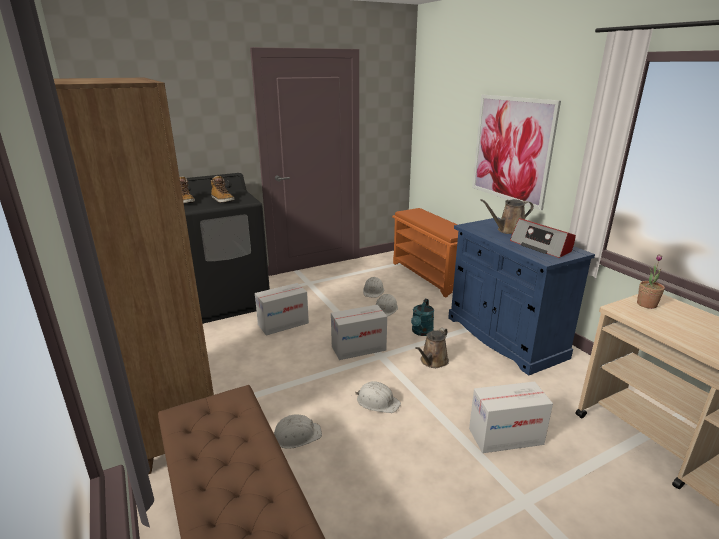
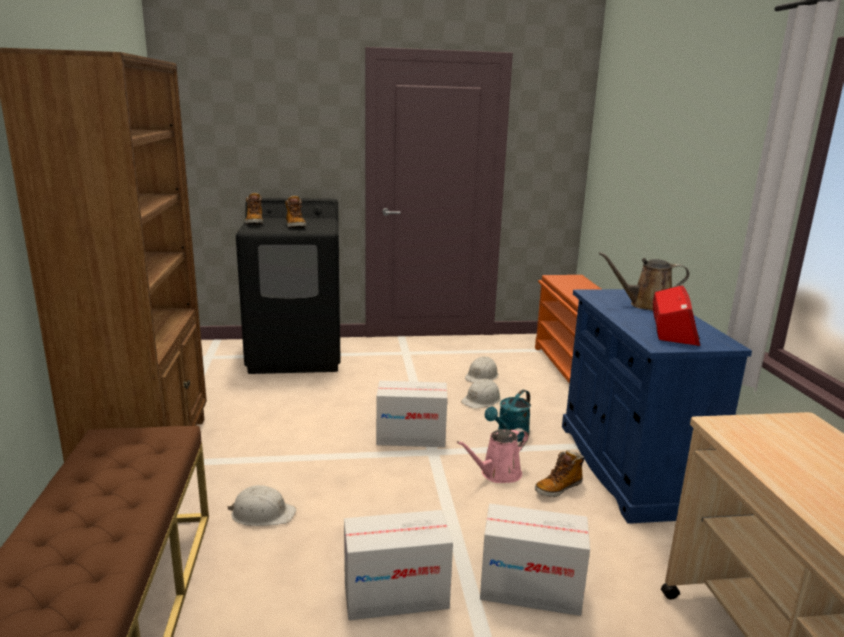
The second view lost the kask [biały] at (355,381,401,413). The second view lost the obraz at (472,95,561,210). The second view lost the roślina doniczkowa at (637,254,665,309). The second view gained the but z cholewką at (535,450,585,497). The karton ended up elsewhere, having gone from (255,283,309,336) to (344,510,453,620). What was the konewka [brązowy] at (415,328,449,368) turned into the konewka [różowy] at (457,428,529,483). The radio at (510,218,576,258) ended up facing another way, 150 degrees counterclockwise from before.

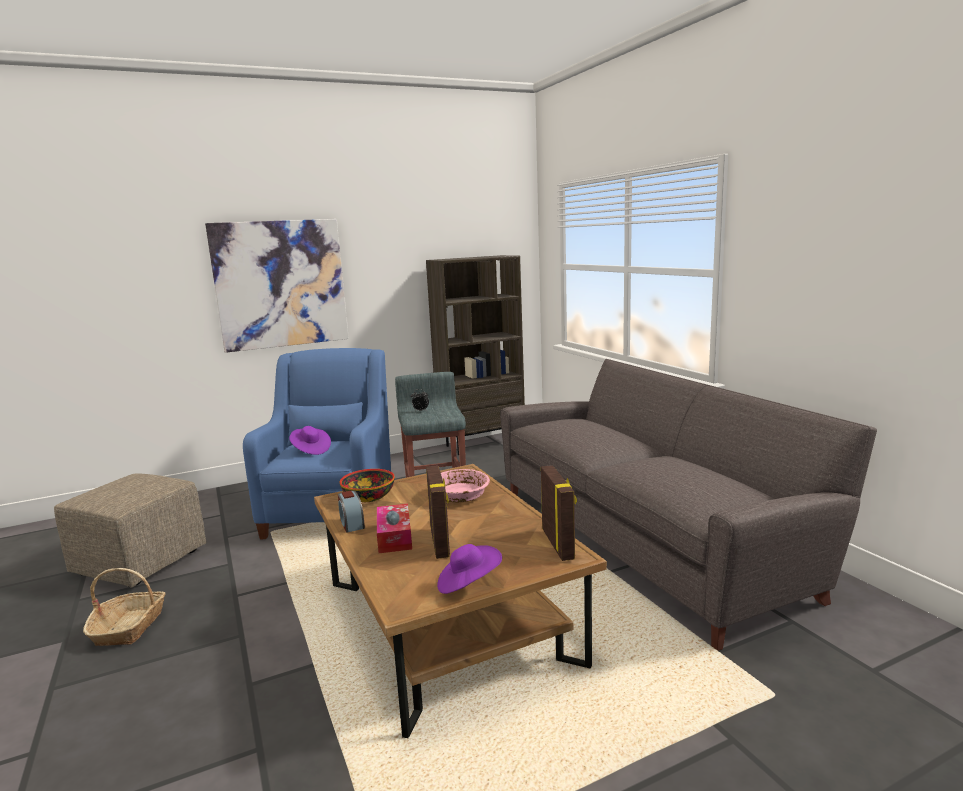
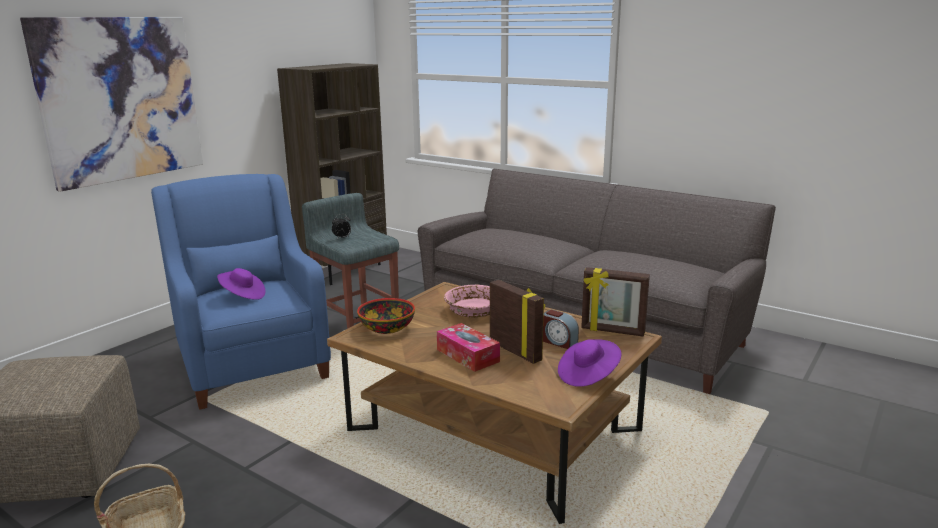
The budzik ended up elsewhere, having gone from (338,491,365,532) to (543,310,579,349). The ramka na zdjęcie at (541,465,577,561) ended up facing another way, 150 degrees clockwise from before.

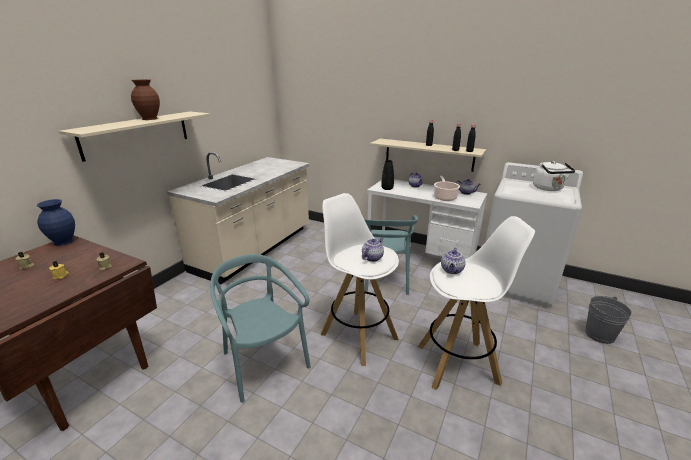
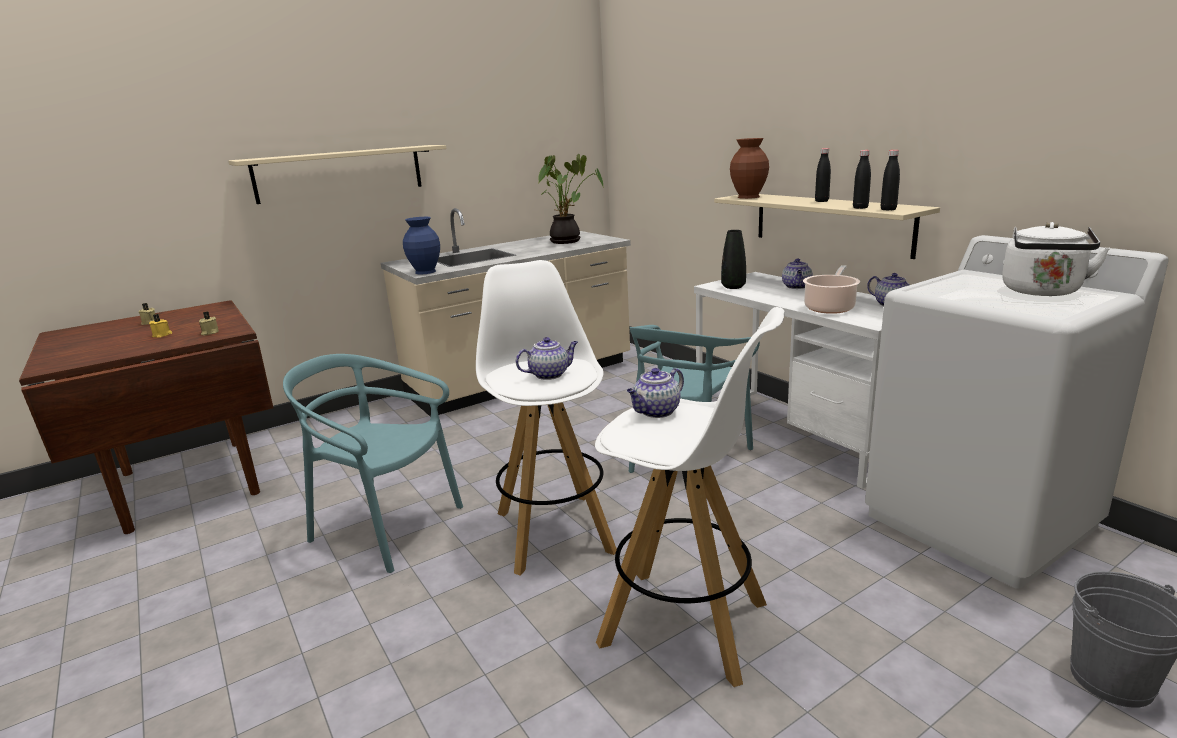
The second view gained the roślina doniczkowa at (538,154,604,244). The wazon [niebieski] ended up elsewhere, having gone from (37,199,75,246) to (403,217,440,274). The wazon [brązowy] ended up elsewhere, having gone from (131,79,160,120) to (730,138,769,199). The krzesło [turkusowy] at (210,254,311,403) ended up facing another way, 60 degrees counterclockwise from before.

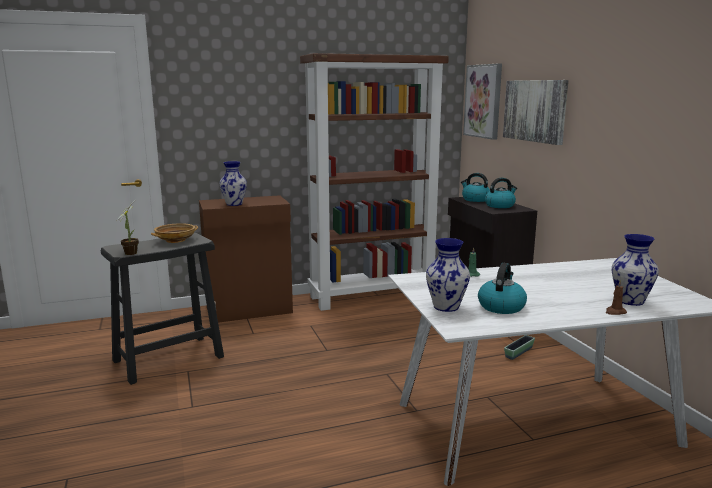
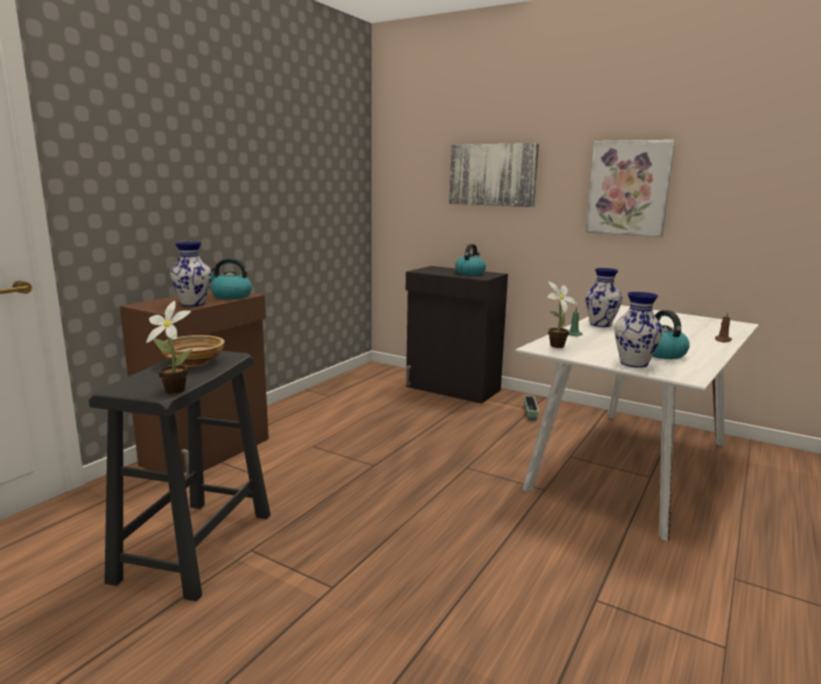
The second view lost the regał [brązowy] at (300,53,449,311). The second view gained the roślina doniczkowa at (547,282,577,348). The czajnik ended up elsewhere, having gone from (461,173,490,202) to (210,258,252,299). The obraz ended up elsewhere, having gone from (463,63,502,140) to (585,140,675,237). The wazon ended up elsewhere, having gone from (612,234,659,306) to (585,268,622,327).

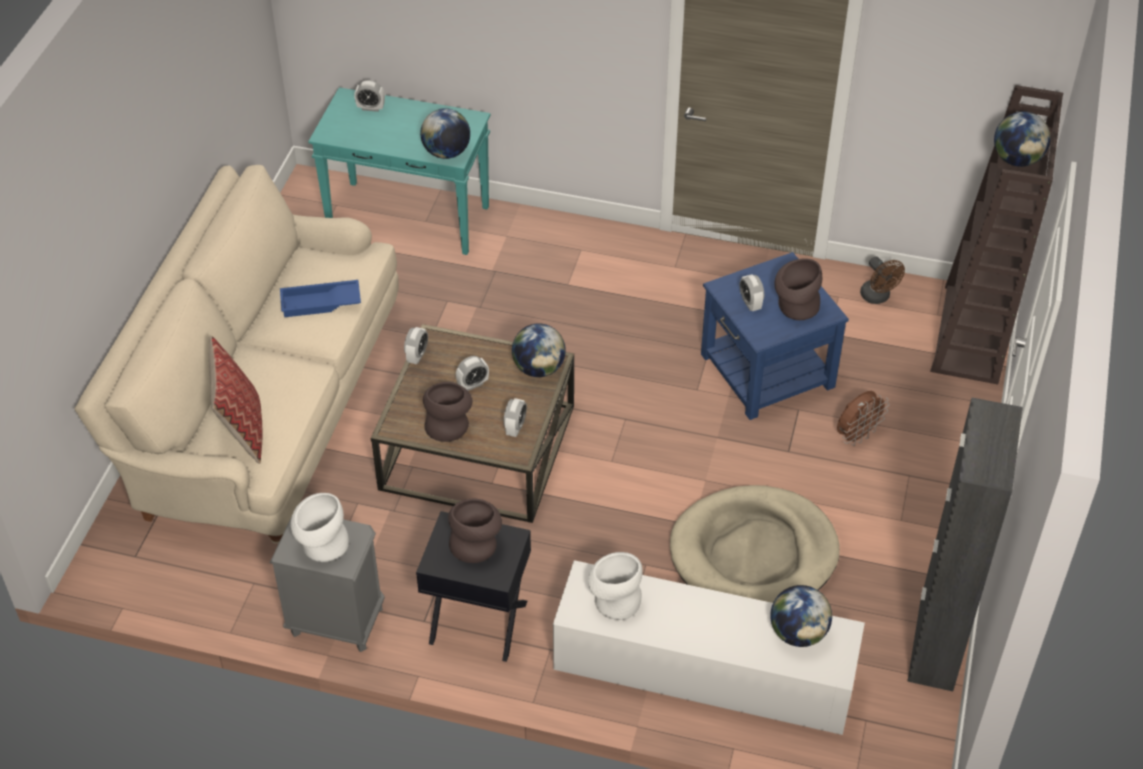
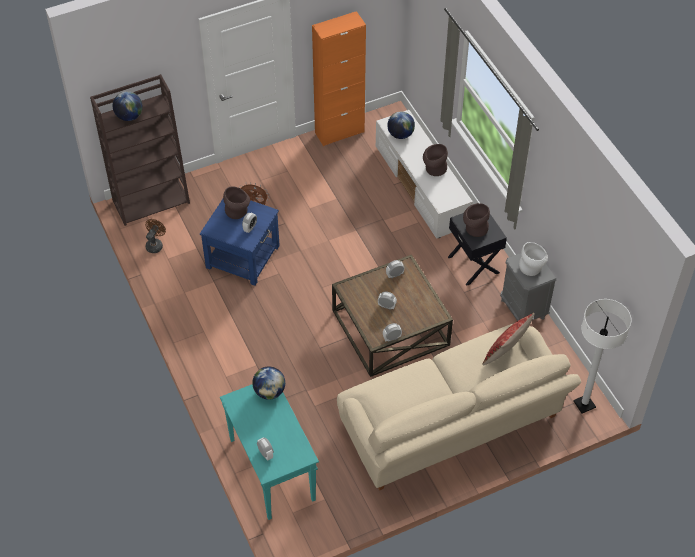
The second view lost the taca [niebieski] at (280,280,361,317). The second view lost the globus at (512,323,566,377). The second view lost the wazon [biały] at (588,552,643,620). The second view lost the legowisko [beżowy] at (670,485,840,603). The second view gained the lampa stojąca [biały] at (573,299,631,413). The wazon [brązowy] ended up elsewhere, having gone from (423,382,472,442) to (423,144,448,176). What was the szafka [czarny] at (907,398,1023,691) turned into the szafka [pomarańczowy] at (312,11,366,146).

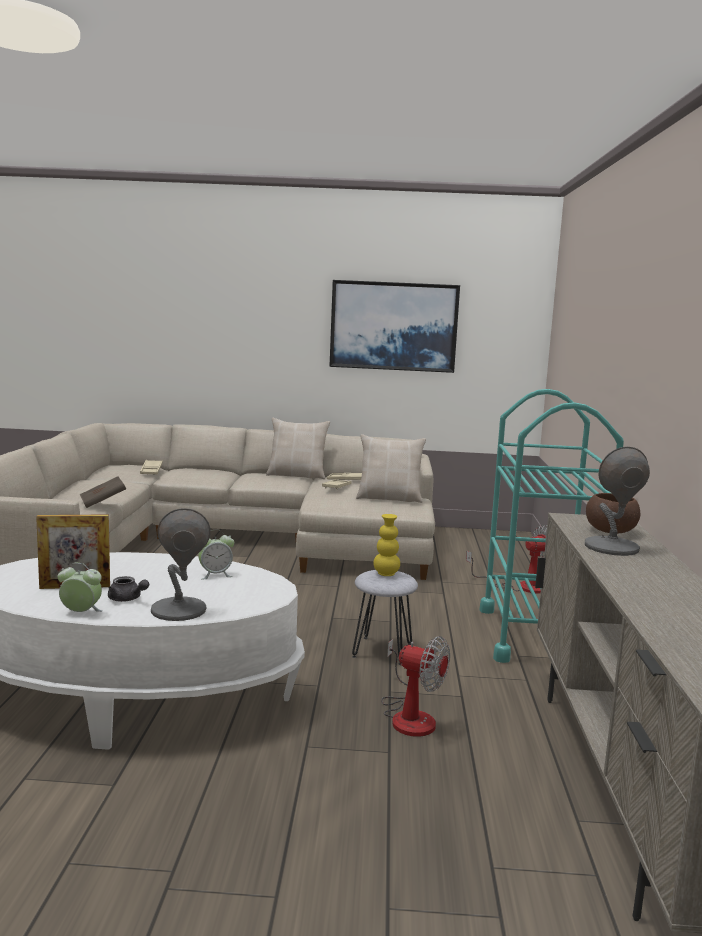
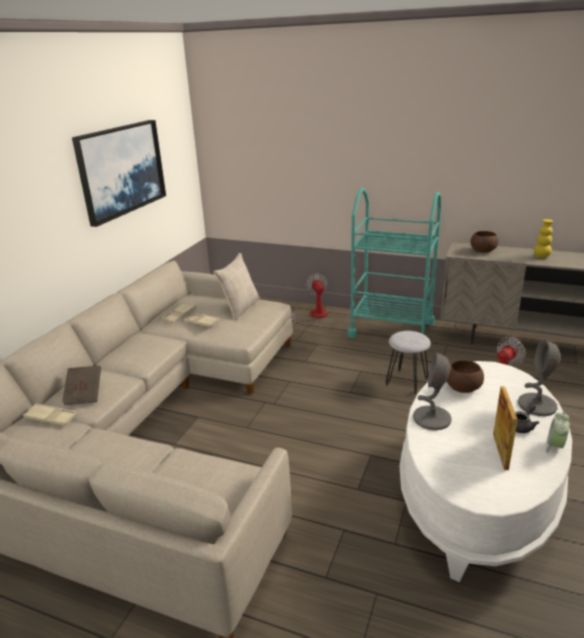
The second view lost the poduszka [beżowy] at (266,418,330,479). The książka [brązowy] ended up elsewhere, having gone from (80,476,126,508) to (62,366,101,405). The wazon [żółty] ended up elsewhere, having gone from (373,514,400,576) to (534,219,553,258). The lampa stołowa [szary] ended up elsewhere, having gone from (585,447,650,556) to (413,351,452,430). Where the budzik stood at (198,530,234,579), the miska [brązowy] came to stand at (447,360,484,393).

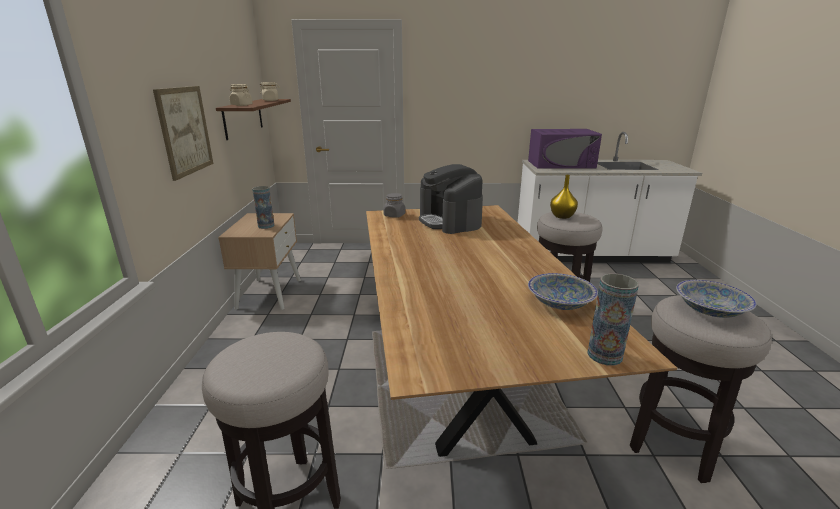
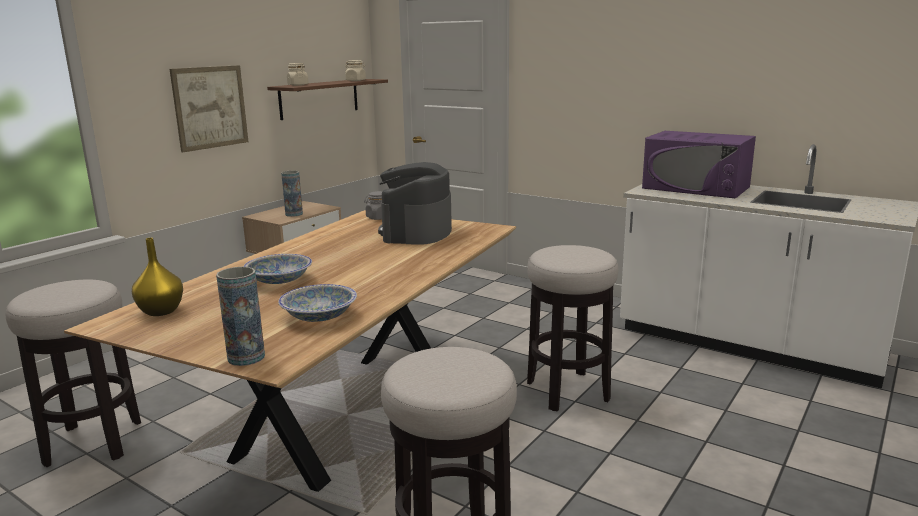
The wazon [żółty] ended up elsewhere, having gone from (550,175,578,219) to (132,238,183,316). The miska ended up elsewhere, having gone from (676,280,756,318) to (243,254,312,284).

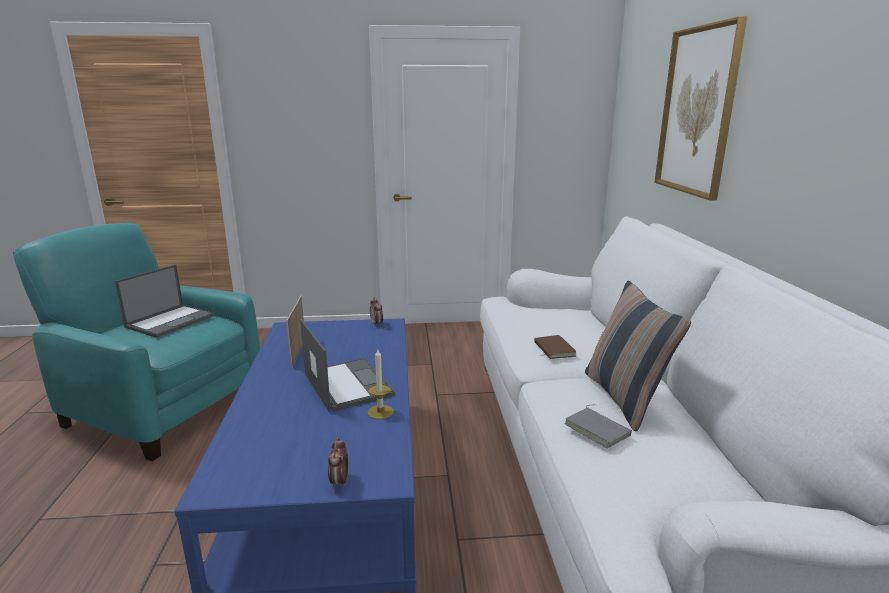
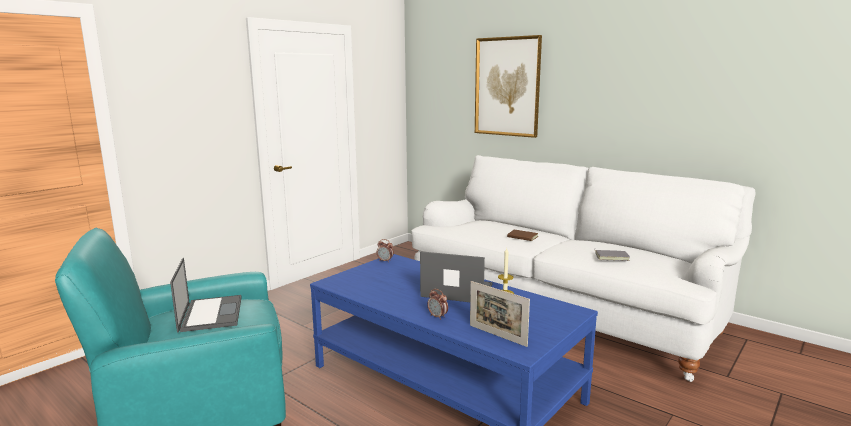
The second view lost the poduszka at (585,280,691,432). The ramka na zdjęcie ended up elsewhere, having gone from (286,296,304,368) to (470,281,530,347). The budzik ended up elsewhere, having gone from (328,438,348,489) to (427,289,448,320).

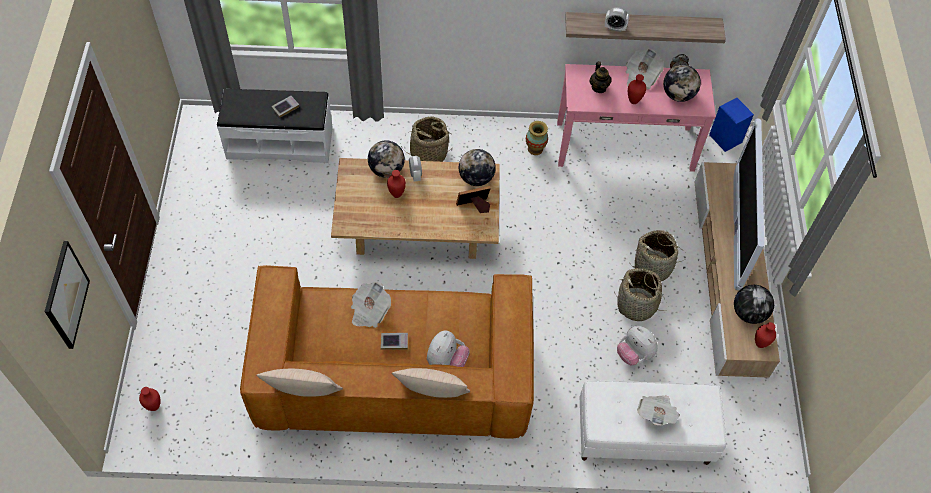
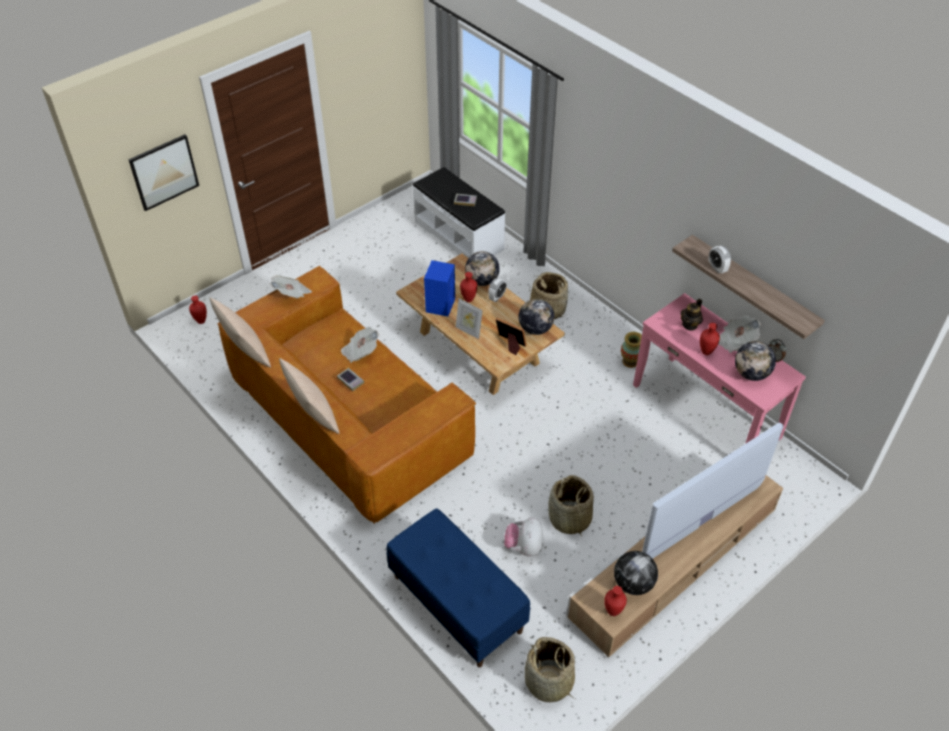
The second view lost the pluszak at (427,331,470,367). The second view gained the ramka na zdjęcie at (456,299,483,339). The koszyk ended up elsewhere, having gone from (629,230,684,281) to (525,637,576,703). The gazeta ended up elsewhere, having gone from (637,395,680,425) to (270,275,312,298). The głośnik [niebieski] ended up elsewhere, having gone from (709,98,754,152) to (424,260,455,316). What was the ławka [biały] at (580,380,726,465) turned into the ławka [niebieski] at (386,508,530,667).

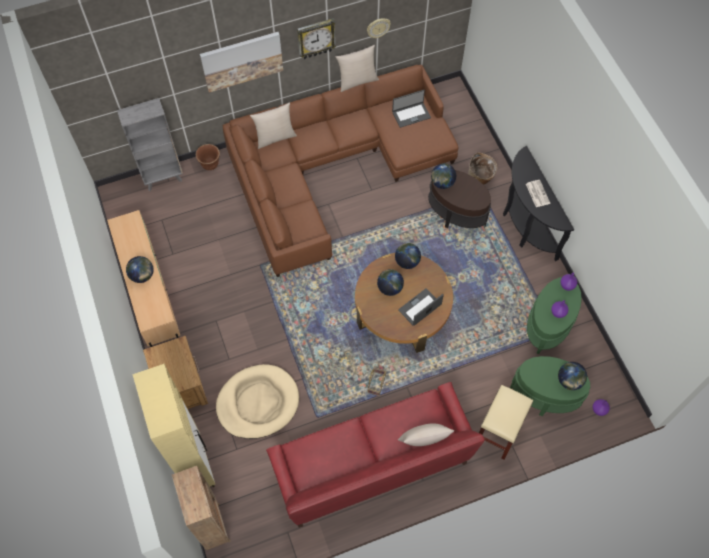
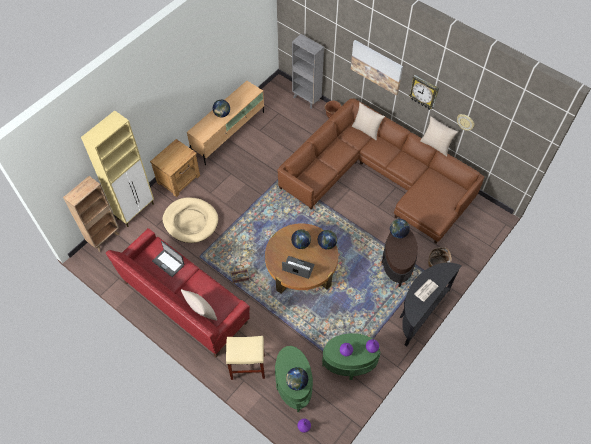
The laptop ended up elsewhere, having gone from (392,90,431,128) to (152,241,185,277).

